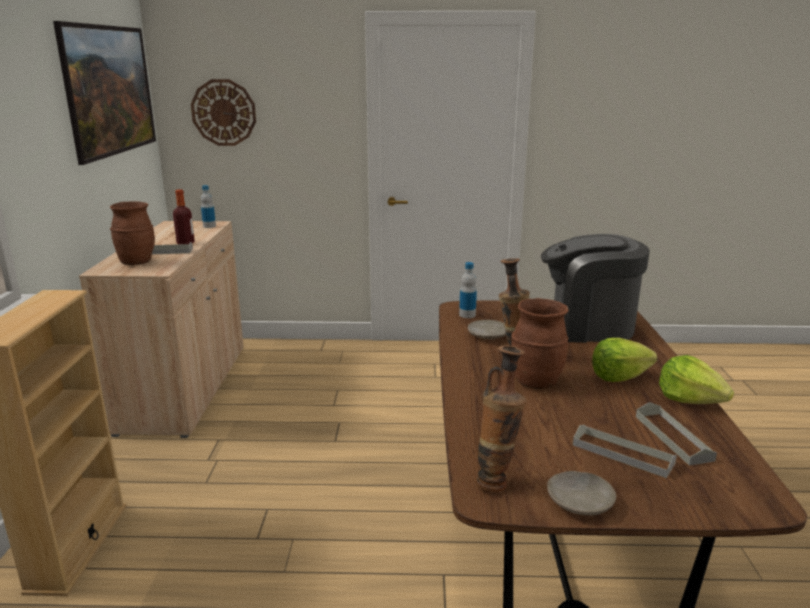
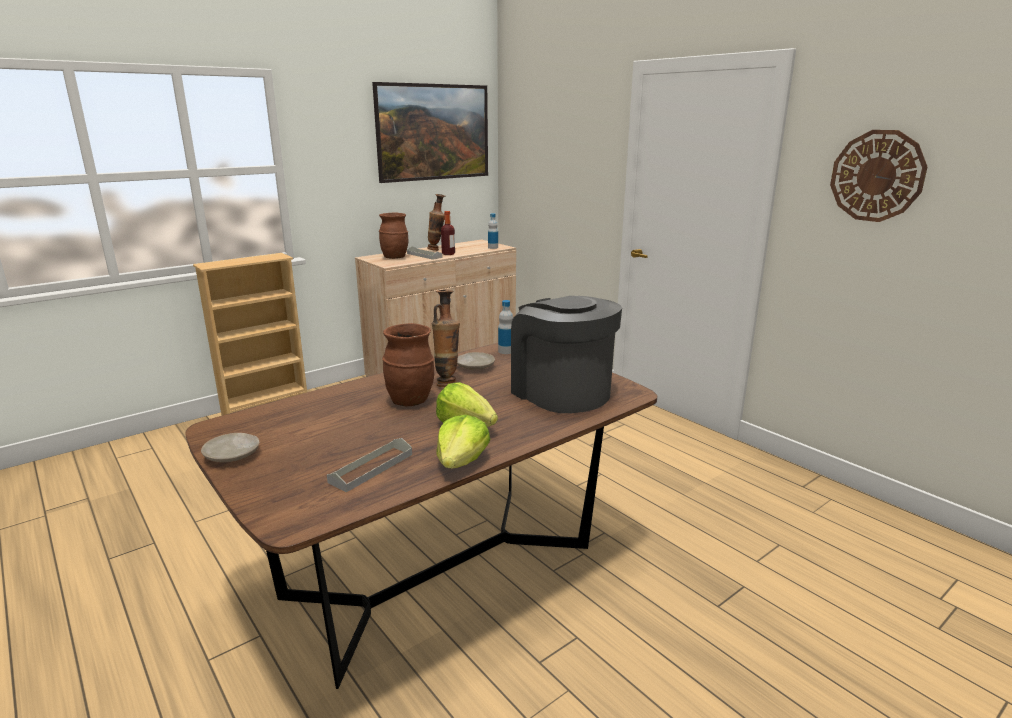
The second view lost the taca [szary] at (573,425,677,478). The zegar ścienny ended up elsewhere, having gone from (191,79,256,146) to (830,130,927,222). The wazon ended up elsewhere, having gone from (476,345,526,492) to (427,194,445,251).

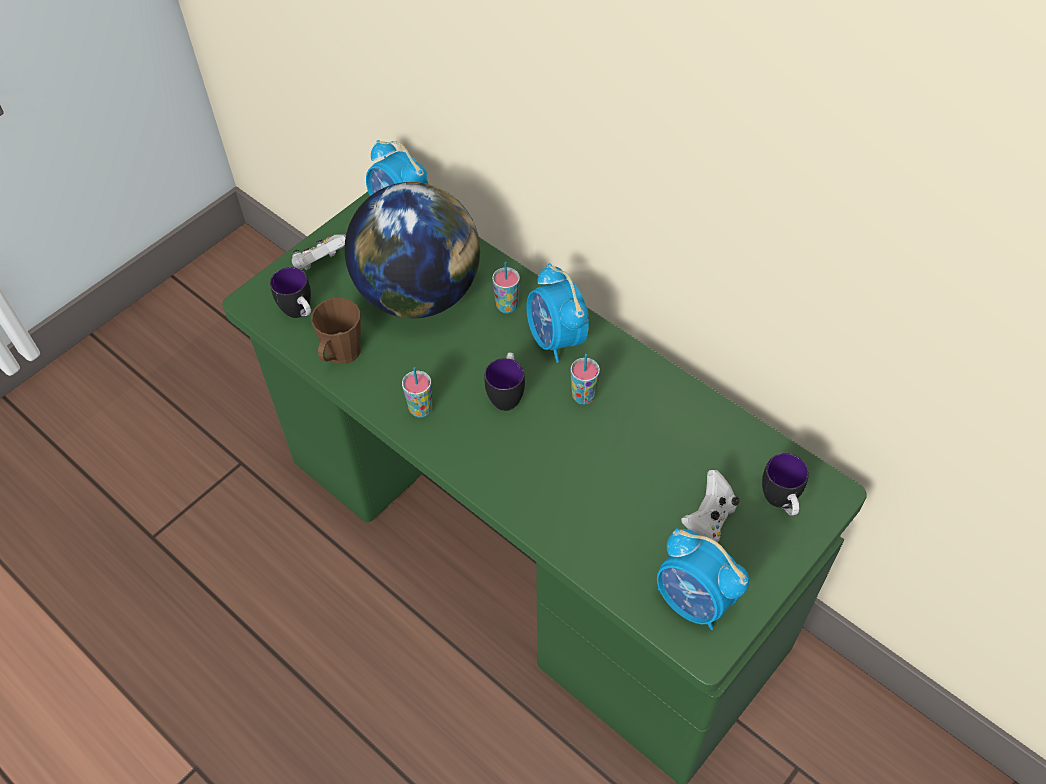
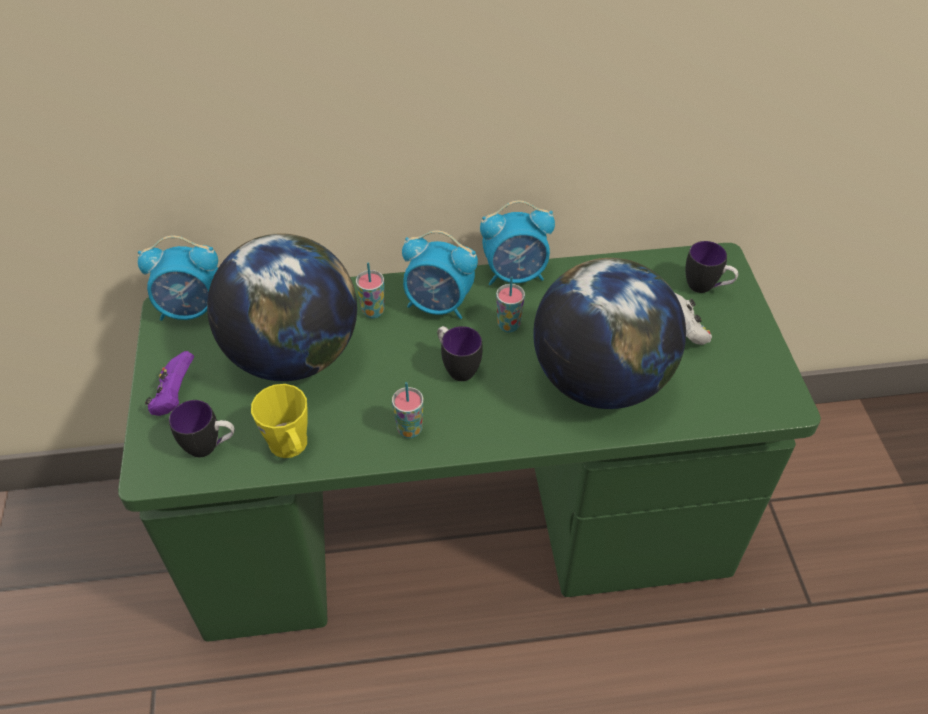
The second view gained the globus at (533,258,686,409). The budzik ended up elsewhere, having gone from (657,528,749,630) to (480,200,555,286). What was the pad do gier [biały] at (292,235,346,270) turned into the pad do gier [fioletowy] at (145,351,194,416). What was the kubek [brązowy] at (311,298,361,364) turned into the kubek [żółty] at (251,384,308,458).

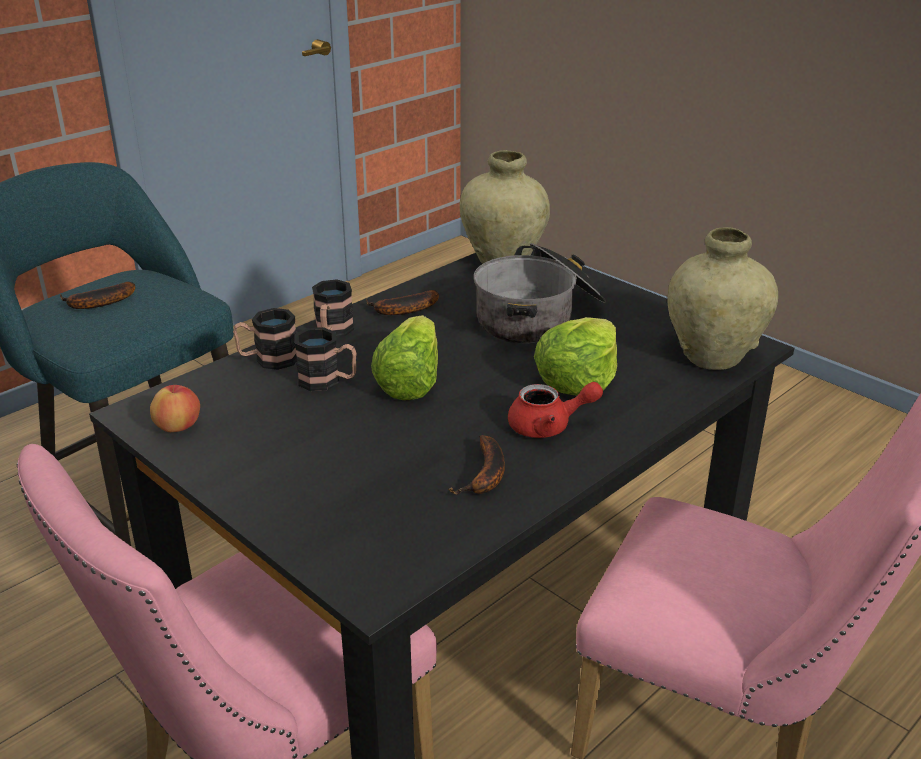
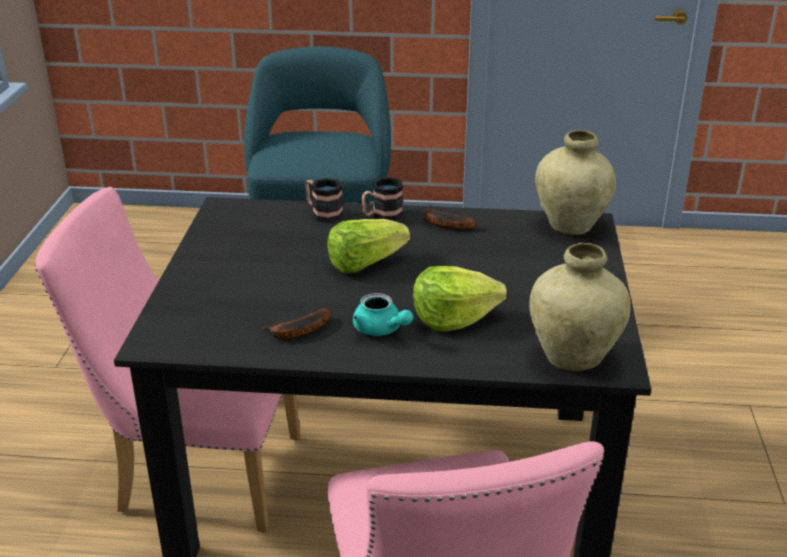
The second view lost the banan at (60,282,135,309). The second view lost the jabłko at (150,385,200,432). The second view lost the kubek at (294,327,357,391). The second view lost the garnek at (474,243,606,344). What was the imbryk [czerwony] at (508,382,603,438) turned into the imbryk [turkusowy] at (353,293,413,336).

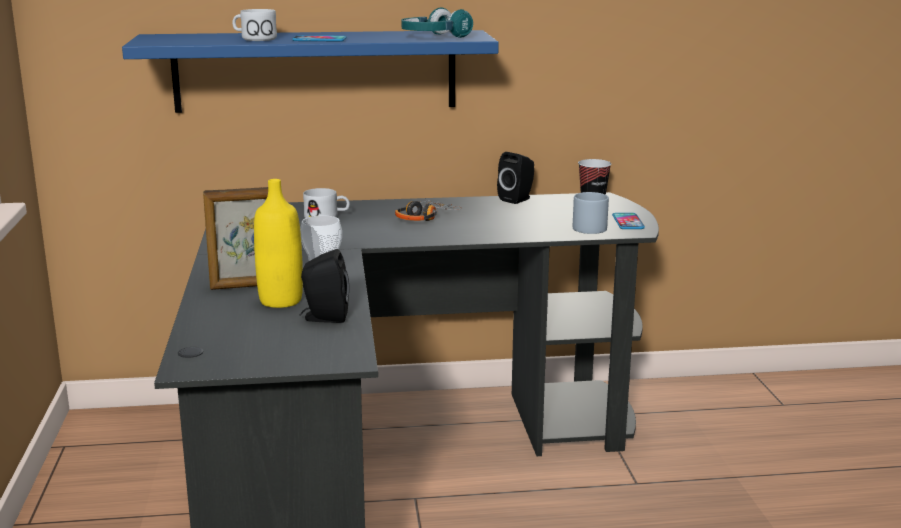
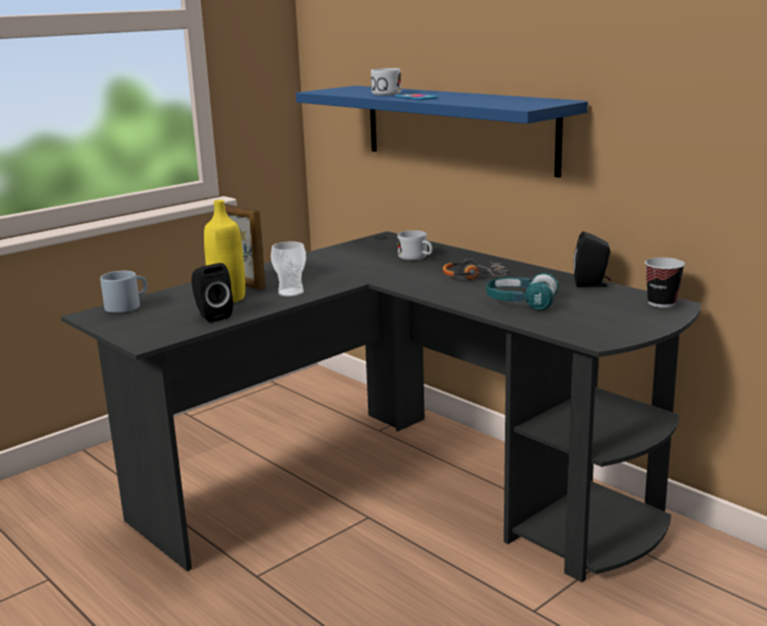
The second view lost the telefon at (612,213,645,229). The słuchawki [turkusowy] ended up elsewhere, having gone from (401,7,473,38) to (486,273,559,310). The kubek [szary] ended up elsewhere, having gone from (573,192,609,234) to (100,271,148,313).

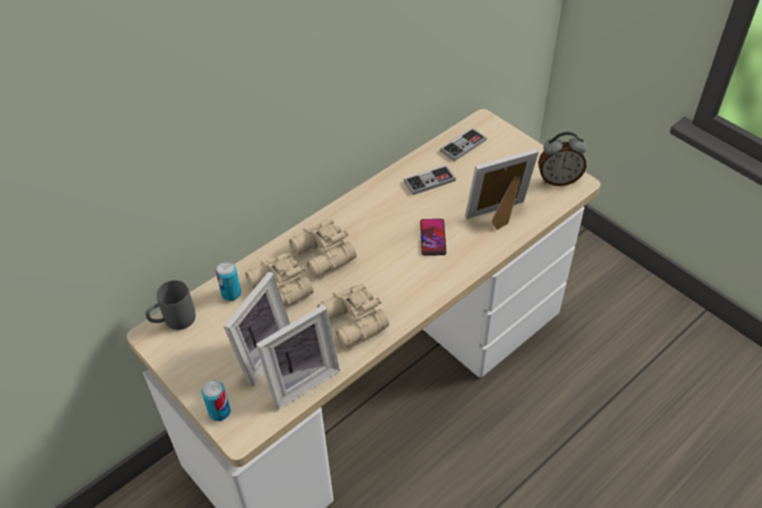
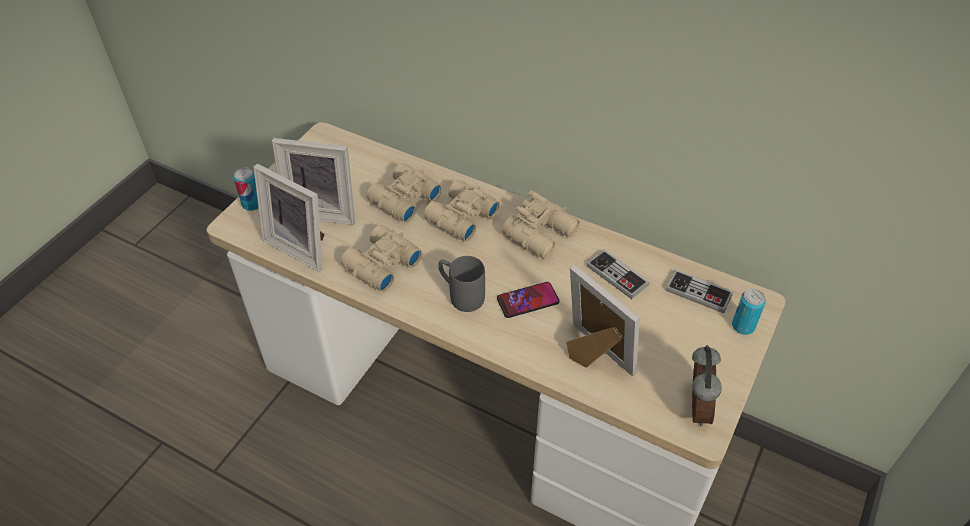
The second view gained the lornetka [beżowy] at (502,190,580,259). The kubek [szary] ended up elsewhere, having gone from (145,280,196,330) to (438,256,485,312). The puszka ended up elsewhere, having gone from (216,261,241,301) to (732,289,766,335). The budzik at (538,132,586,186) ended up facing another way, 150 degrees counterclockwise from before.

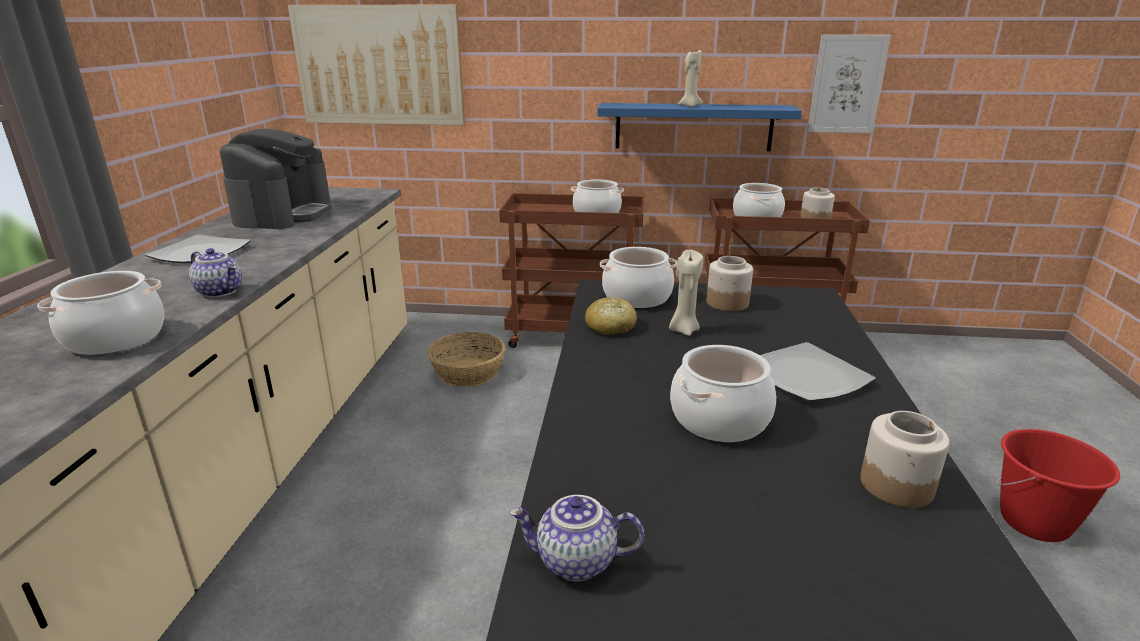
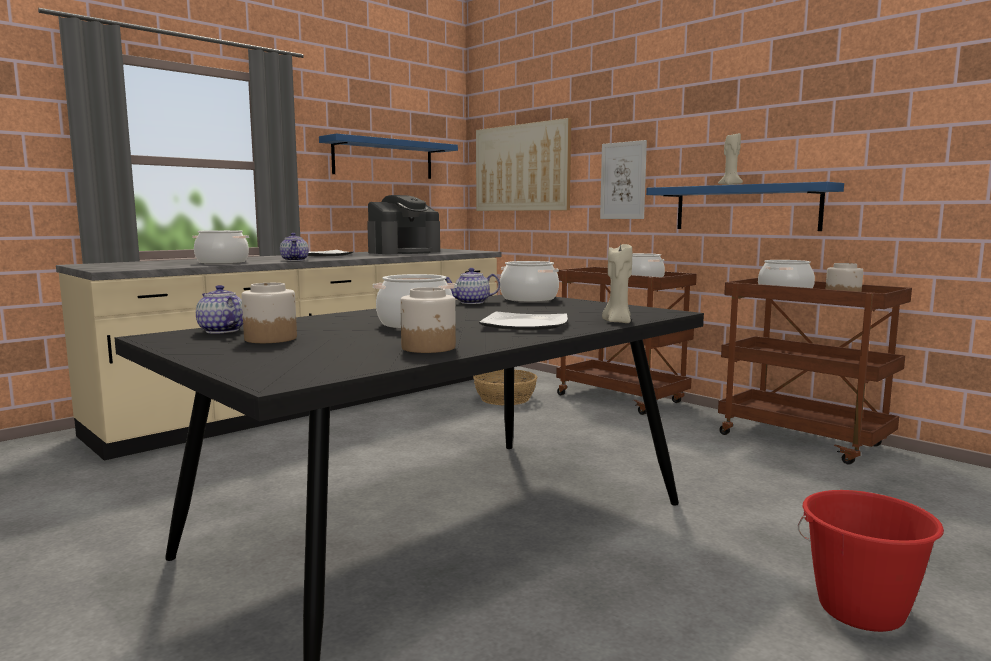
The second view gained the półka [niebieski] at (319,133,458,179). The świeca [beżowy] ended up elsewhere, having gone from (669,250,703,336) to (602,242,632,323). The słoik ended up elsewhere, having gone from (706,256,753,311) to (242,283,297,343). The obraz ended up elsewhere, having gone from (808,35,891,133) to (600,140,647,219). Where the chleb stood at (585,297,637,335), the imbryk came to stand at (445,268,500,304).

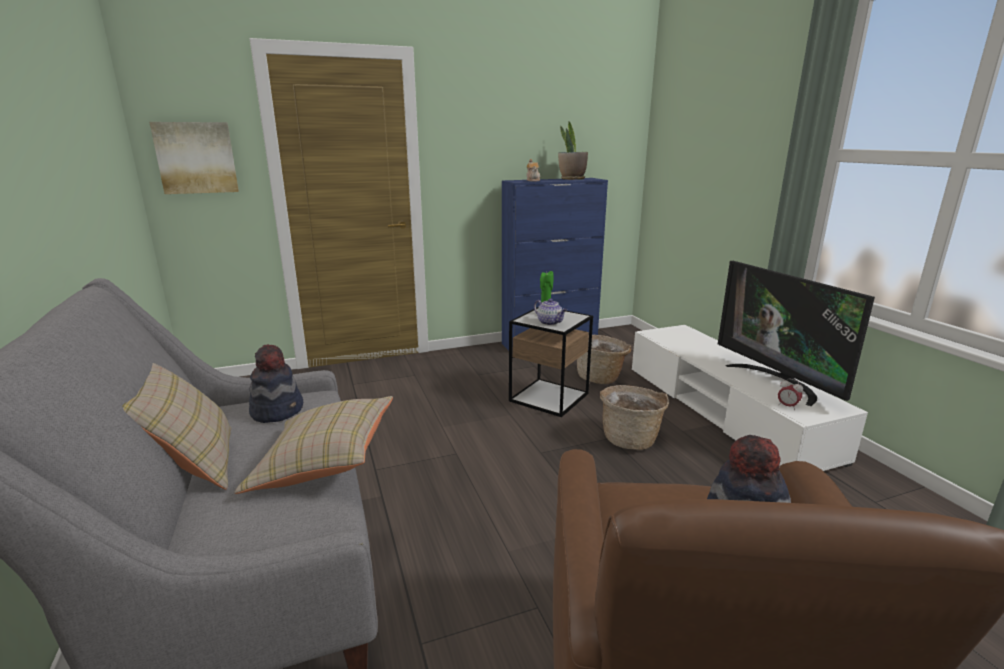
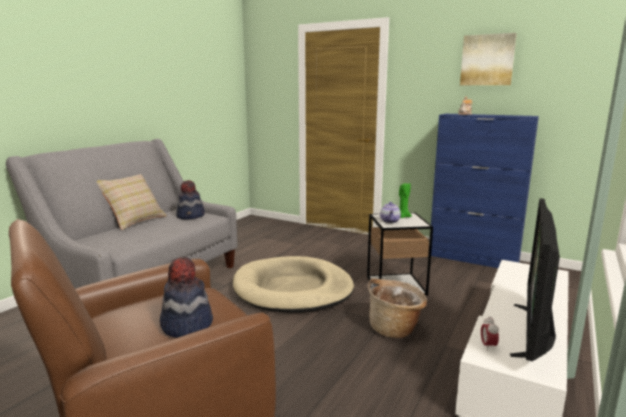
The second view lost the poduszka [beżowy] at (234,396,393,494). The second view lost the roślina doniczkowa at (558,122,588,180). The second view lost the koszyk at (577,335,631,384). The second view gained the legowisko [beżowy] at (233,256,354,313). The obraz ended up elsewhere, having gone from (149,122,239,194) to (460,33,517,85).

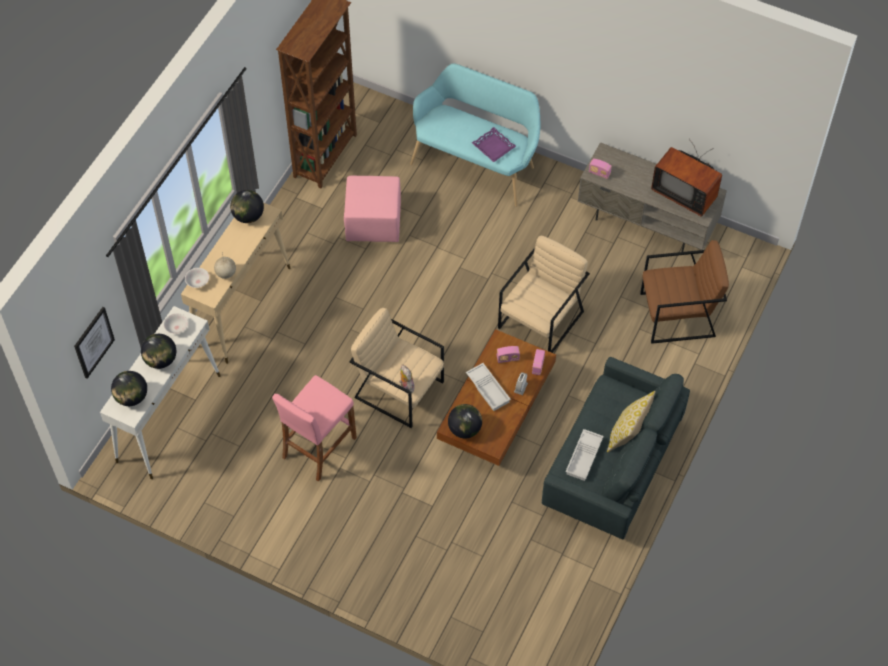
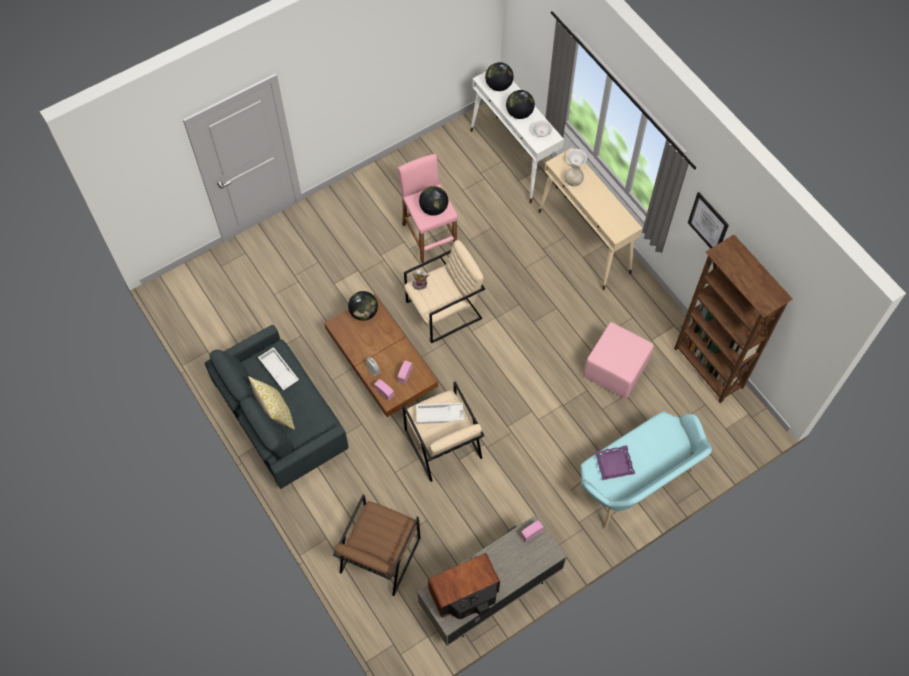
The obraz ended up elsewhere, having gone from (74,307,115,379) to (688,192,729,249). The globus ended up elsewhere, having gone from (230,190,264,223) to (419,186,448,216). The taca [biały] ended up elsewhere, having gone from (466,363,511,411) to (416,403,464,424).

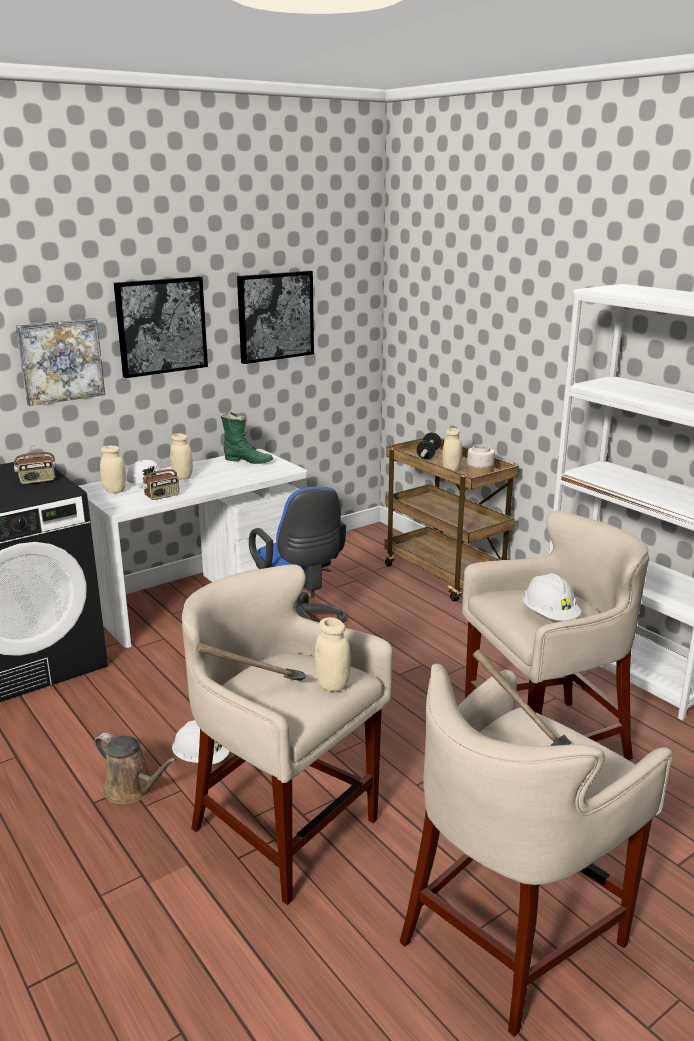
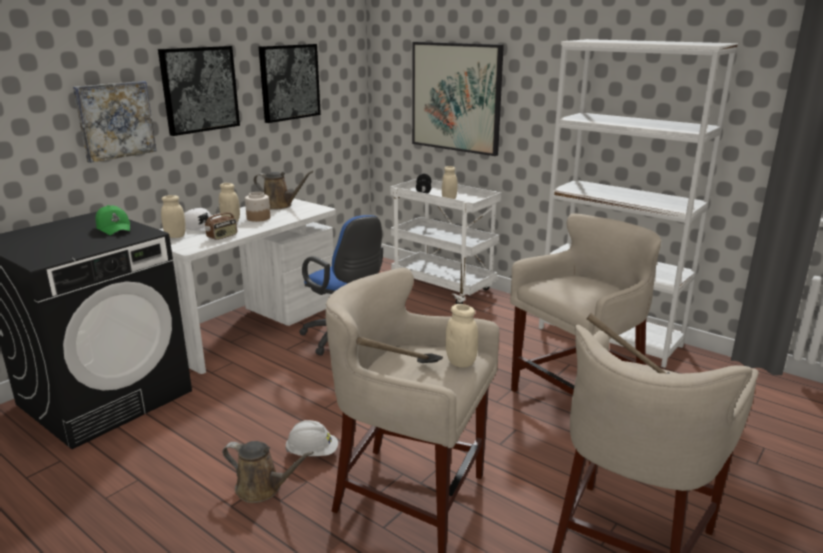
The second view lost the kask [biały] at (523,573,581,621). The second view gained the obraz at (412,42,504,156). The słoik ended up elsewhere, having gone from (467,444,495,478) to (245,192,270,222). Where the radio stood at (14,440,57,484), the czapka z daszkiem [zielony] came to stand at (96,205,130,235). Where the but z cholewką [zielony] stood at (221,412,273,464), the konewka [brązowy] came to stand at (254,171,313,210). What was the wózek [brązowy] at (385,438,519,602) turned into the wózek [biały] at (390,179,501,304).

